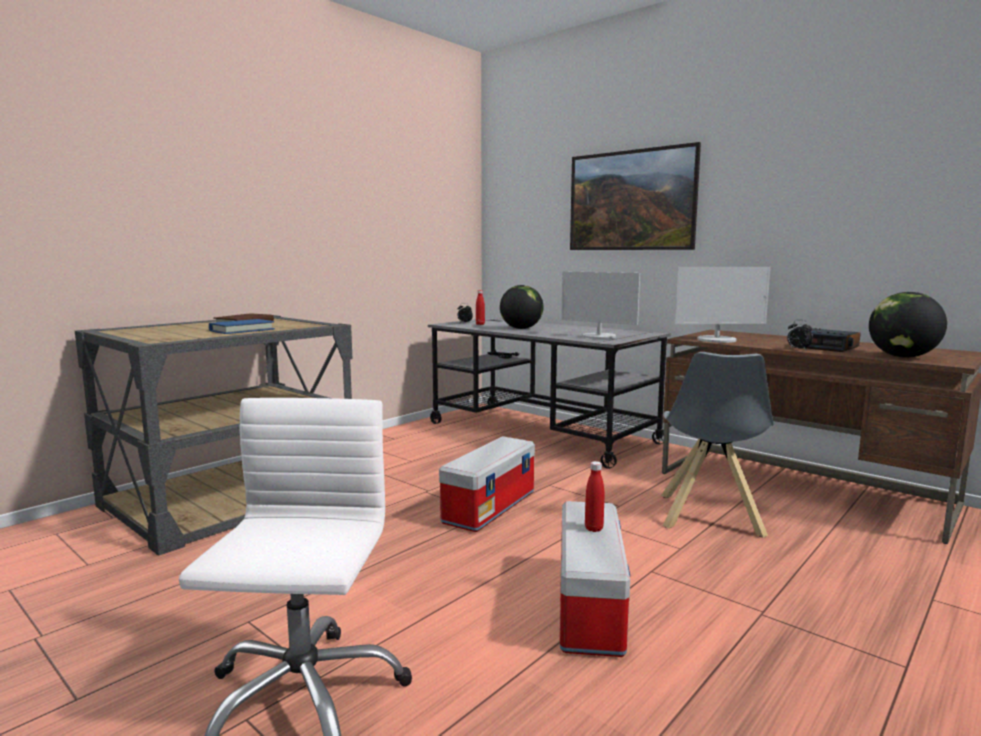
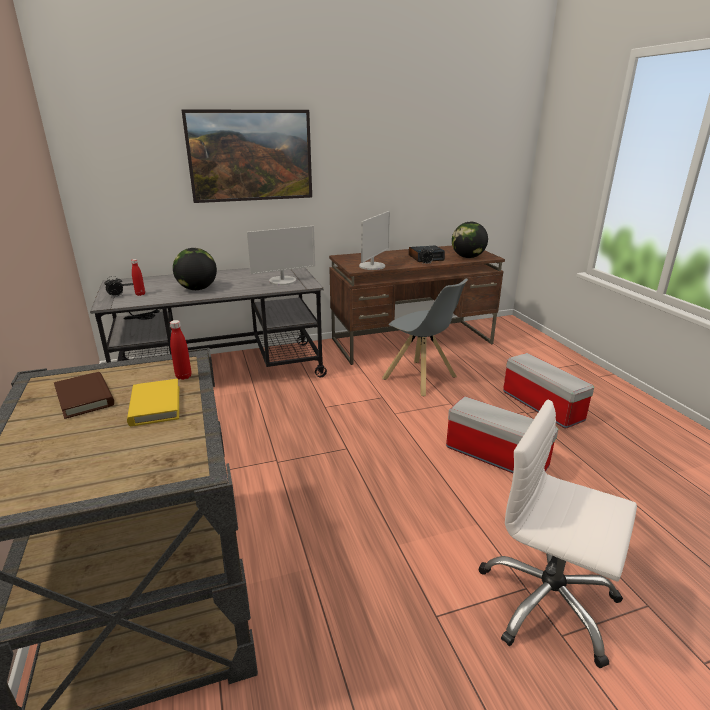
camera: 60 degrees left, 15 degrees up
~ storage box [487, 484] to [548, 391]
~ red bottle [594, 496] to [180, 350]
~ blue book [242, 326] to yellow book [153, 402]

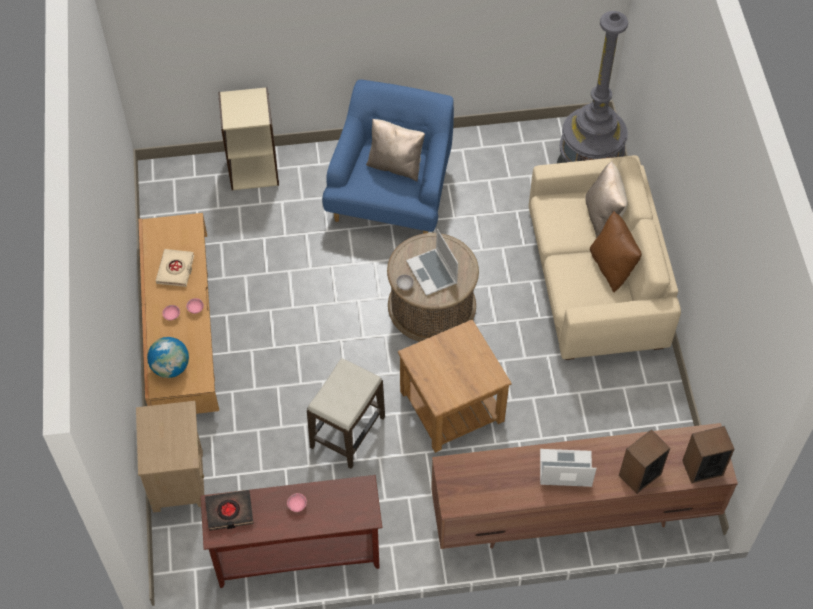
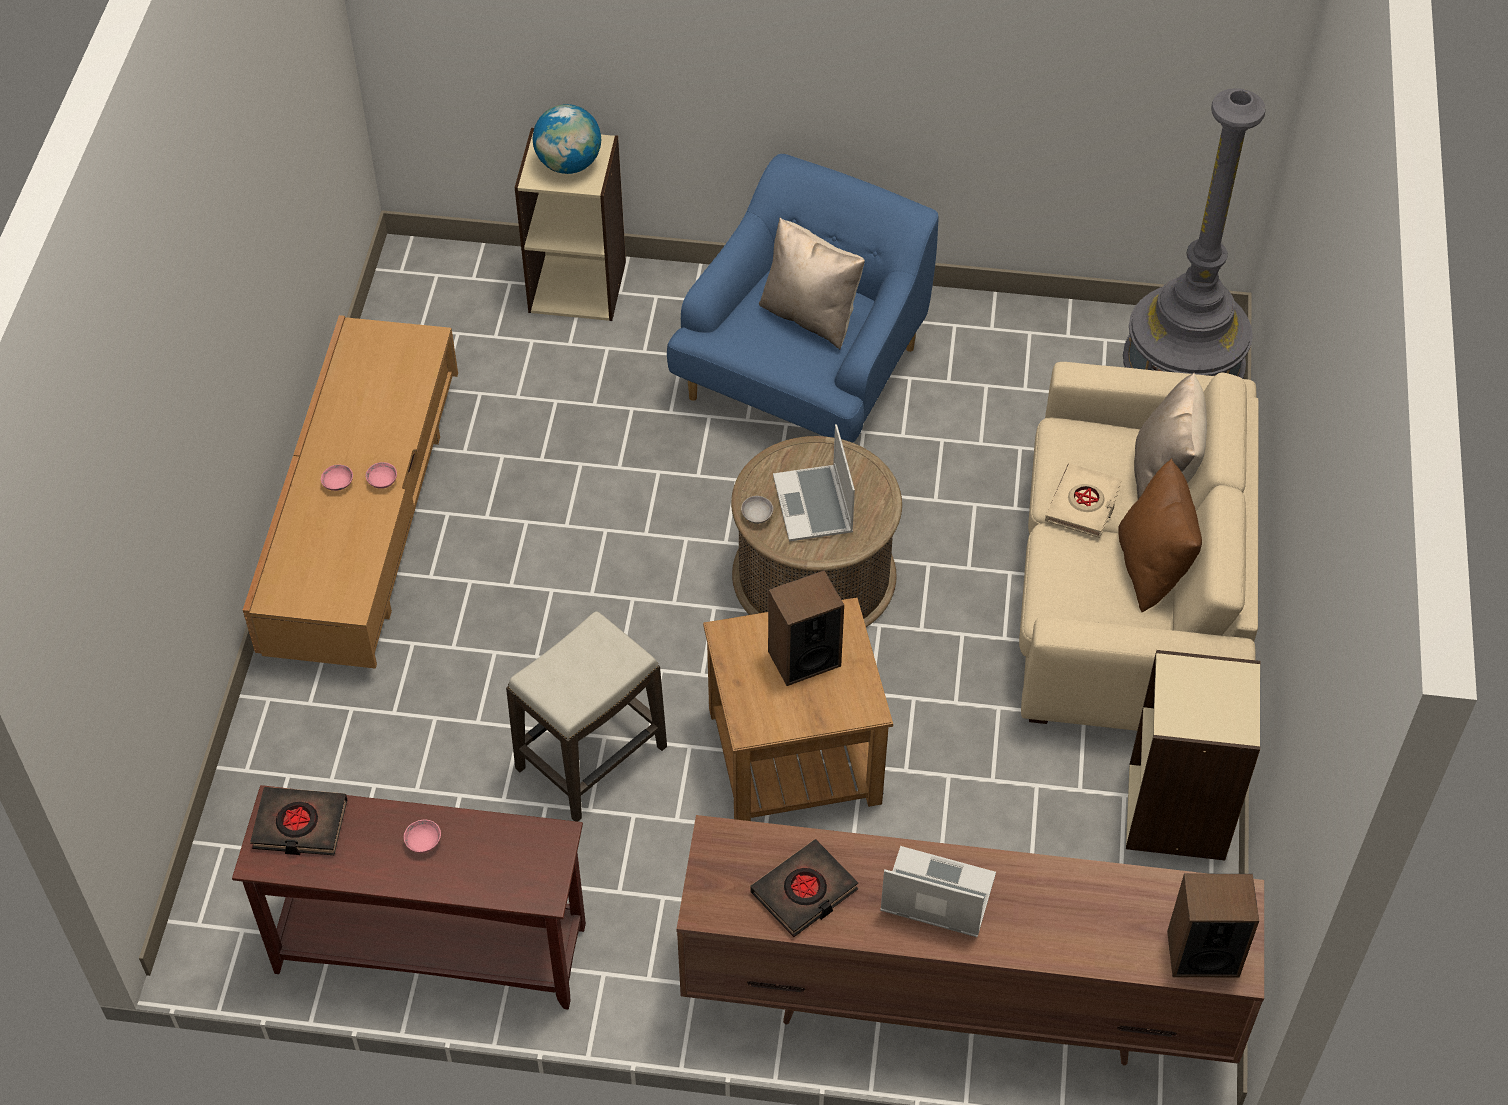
camera: 15 degrees right, 5 degrees down
- beige nightstand [170, 456]
+ black book [804, 888]
+ beige bookcase [1193, 755]
~ globe [168, 357] to [567, 139]
~ beige book [175, 268] to [1083, 500]
~ speaker [644, 461] to [806, 628]

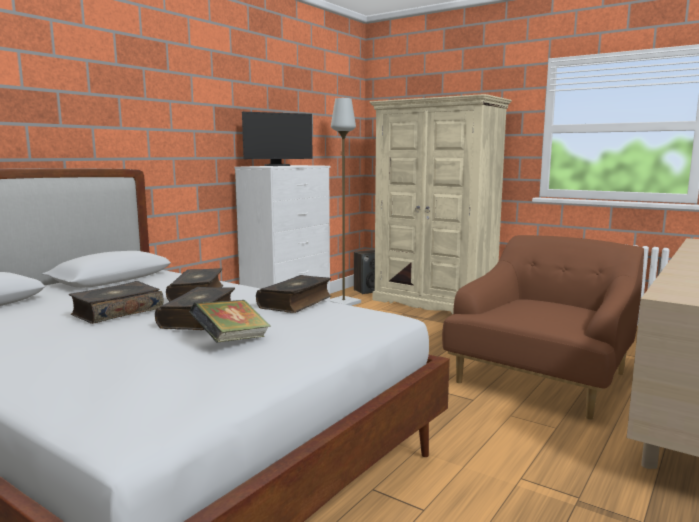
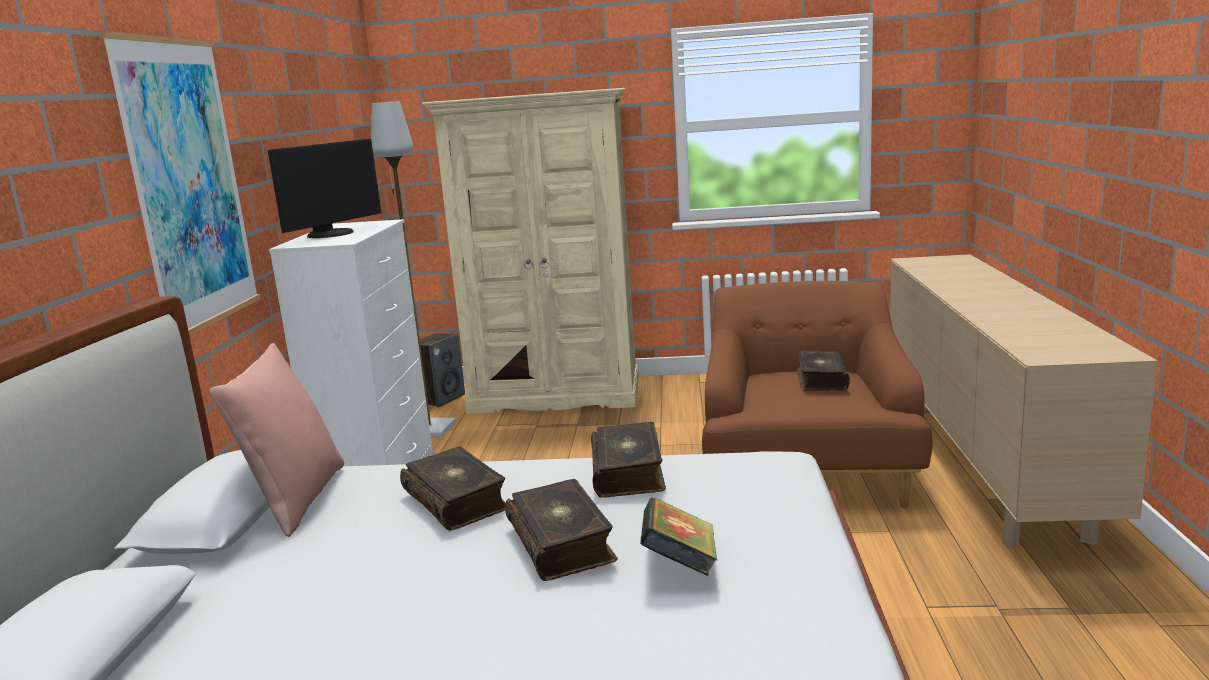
camera: 30 degrees left, 5 degrees up
+ picture [180, 183]
+ pink pillow [277, 440]
~ book [116, 302] to [823, 370]

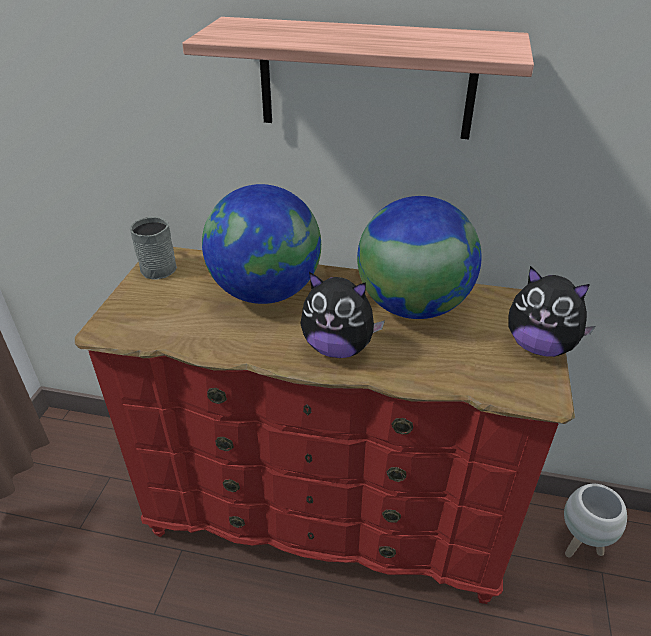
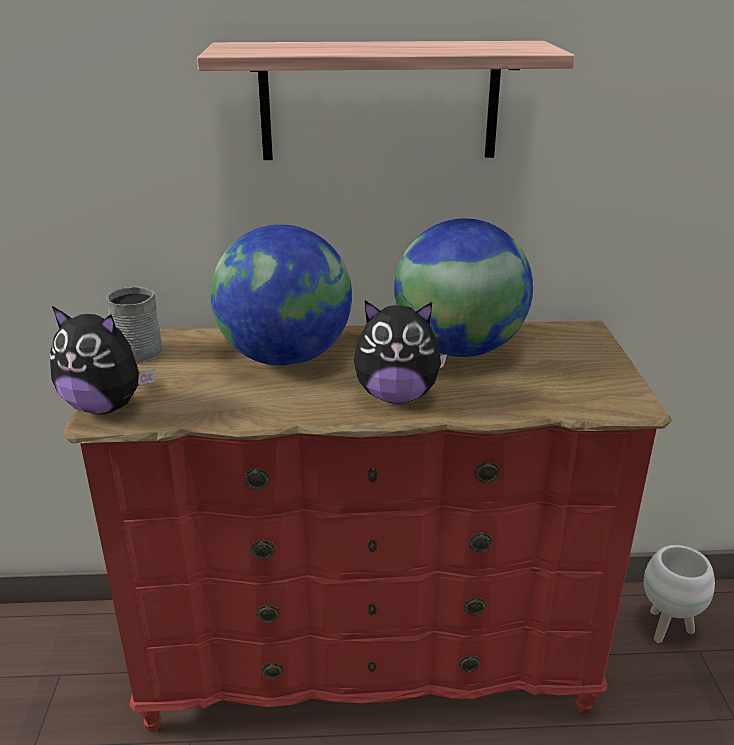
camera: 15 degrees left, 10 degrees down
~ plush toy [551, 311] to [102, 360]

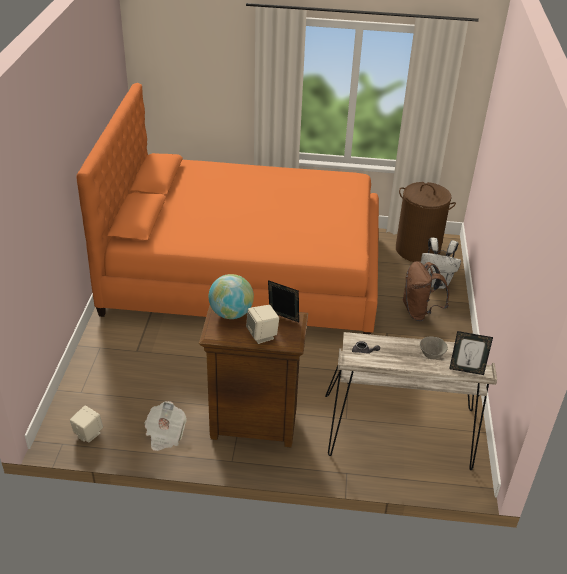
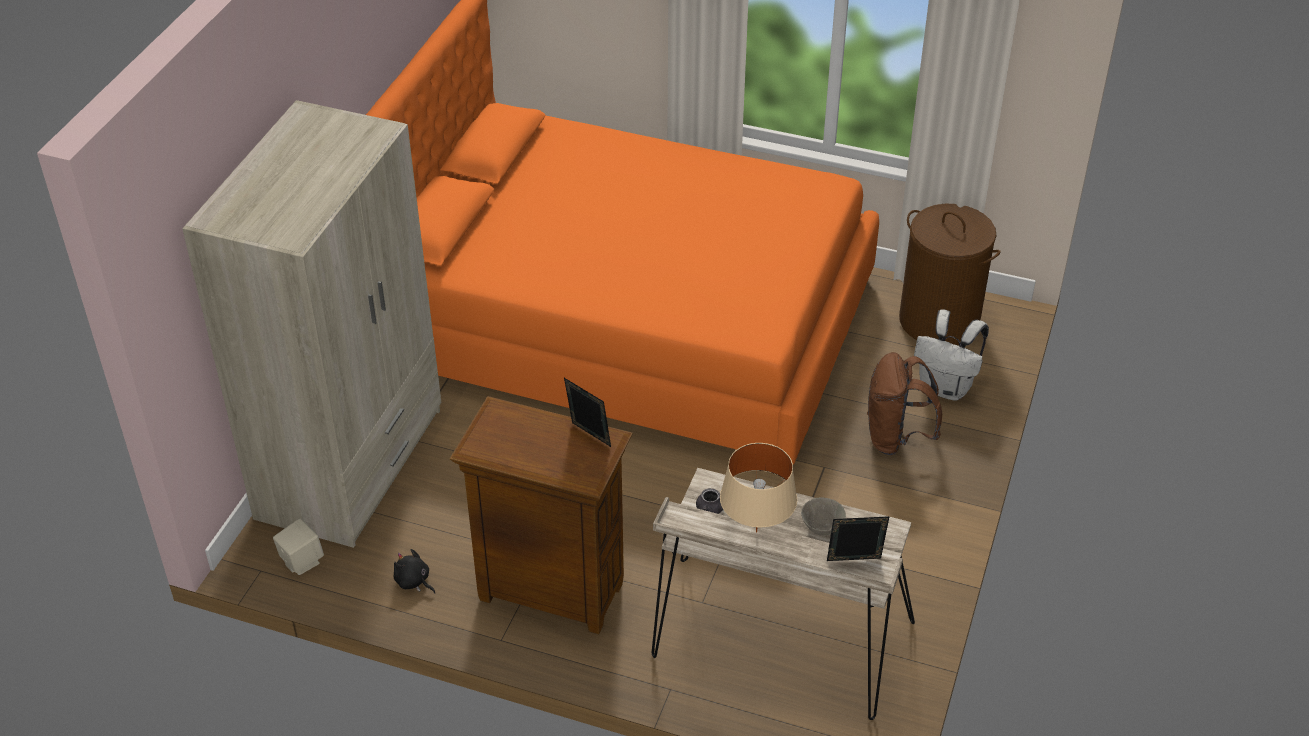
camera: 15 degrees right, 5 degrees up
- globe [231, 296]
- beige speaker [262, 324]
+ beige wardrobe [311, 324]
+ beige table lamp [758, 488]
~ newspaper [165, 426] to black plush toy [414, 571]
~ picture frame [471, 353] = [858, 538] 150 degrees clockwise

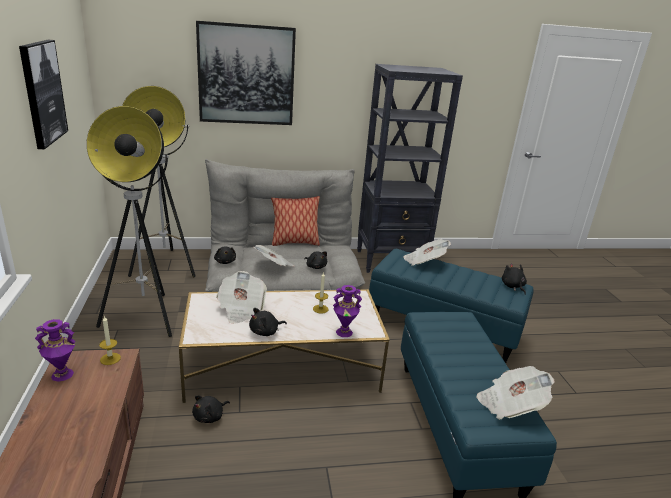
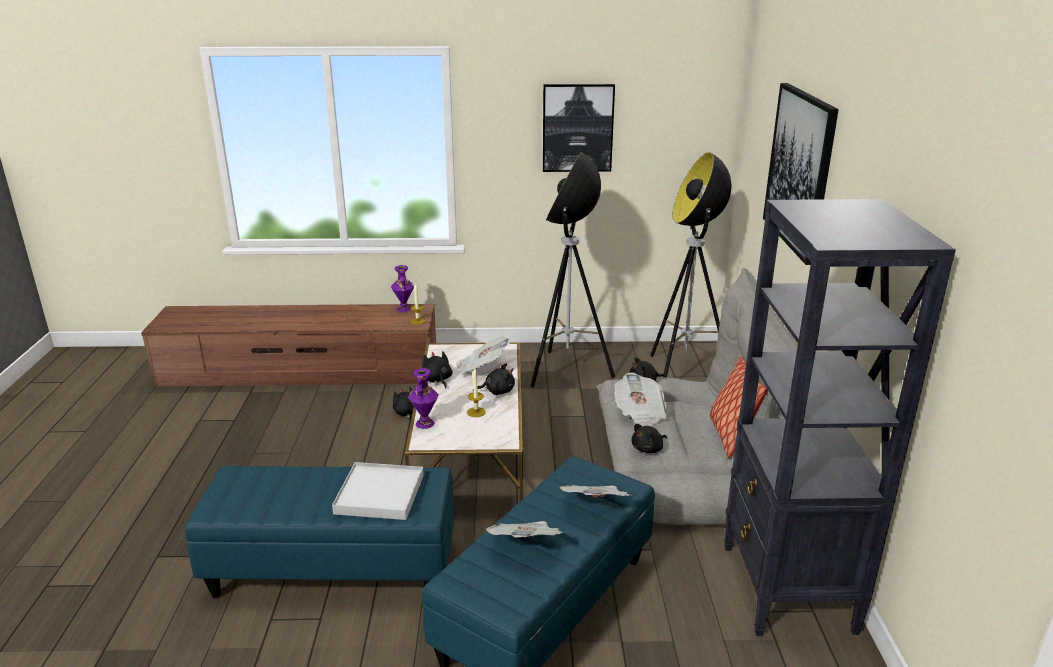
camera: 100 degrees right, 0 degrees up
+ white tray [378, 491]
~ newspaper [515, 393] to [525, 529]
~ black plush toy [514, 279] to [494, 379]

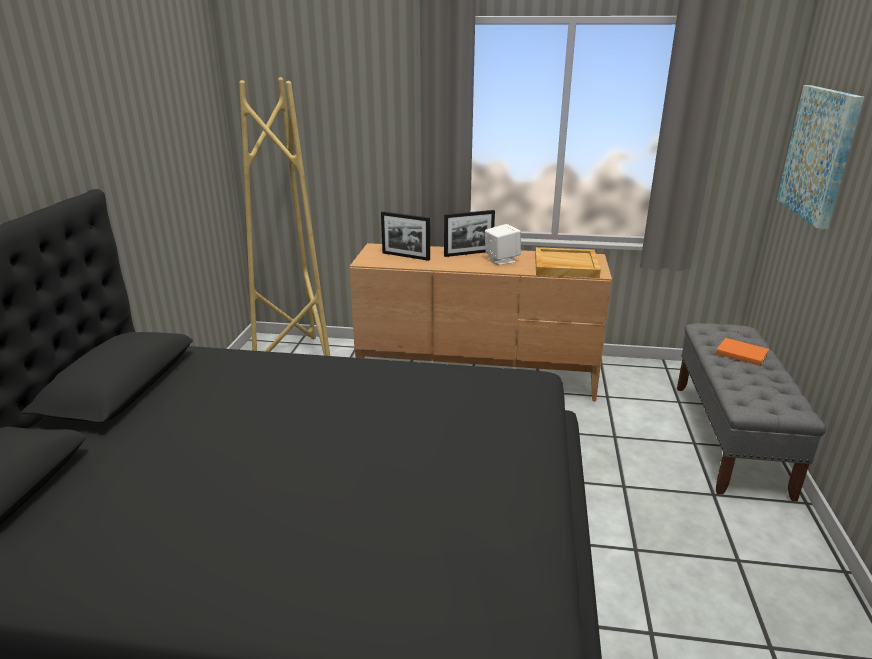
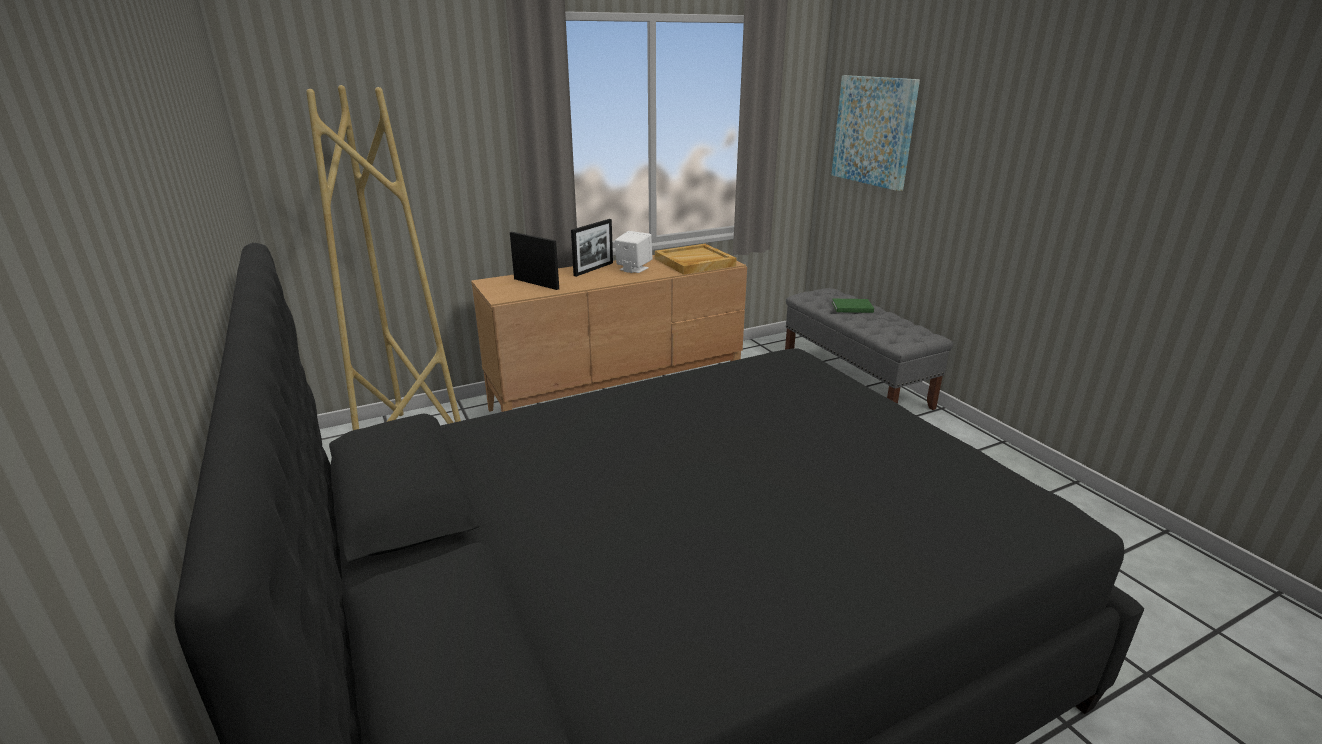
camera: 35 degrees left, 0 degrees up
~ orange book [742, 352] to green book [853, 306]
~ picture frame [405, 236] = [534, 261] 135 degrees counterclockwise

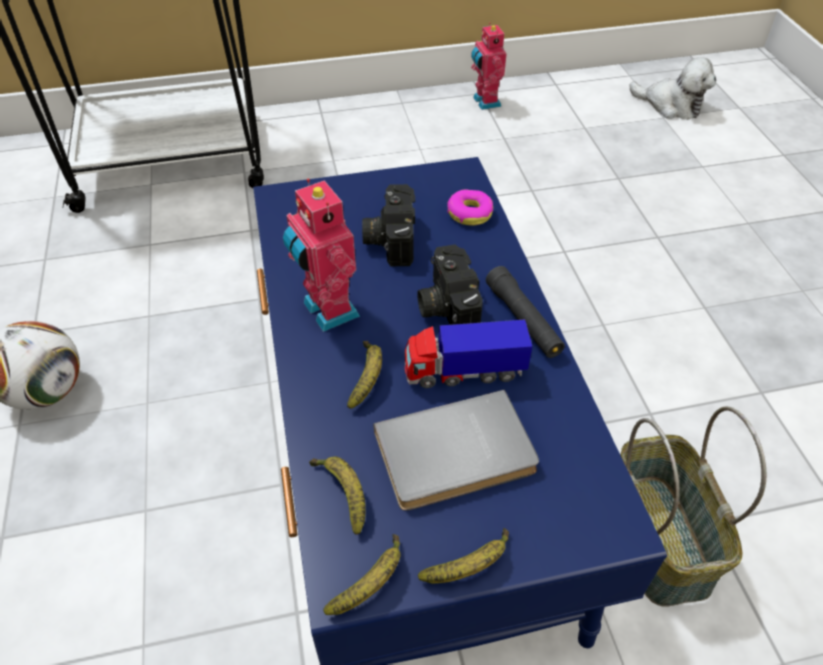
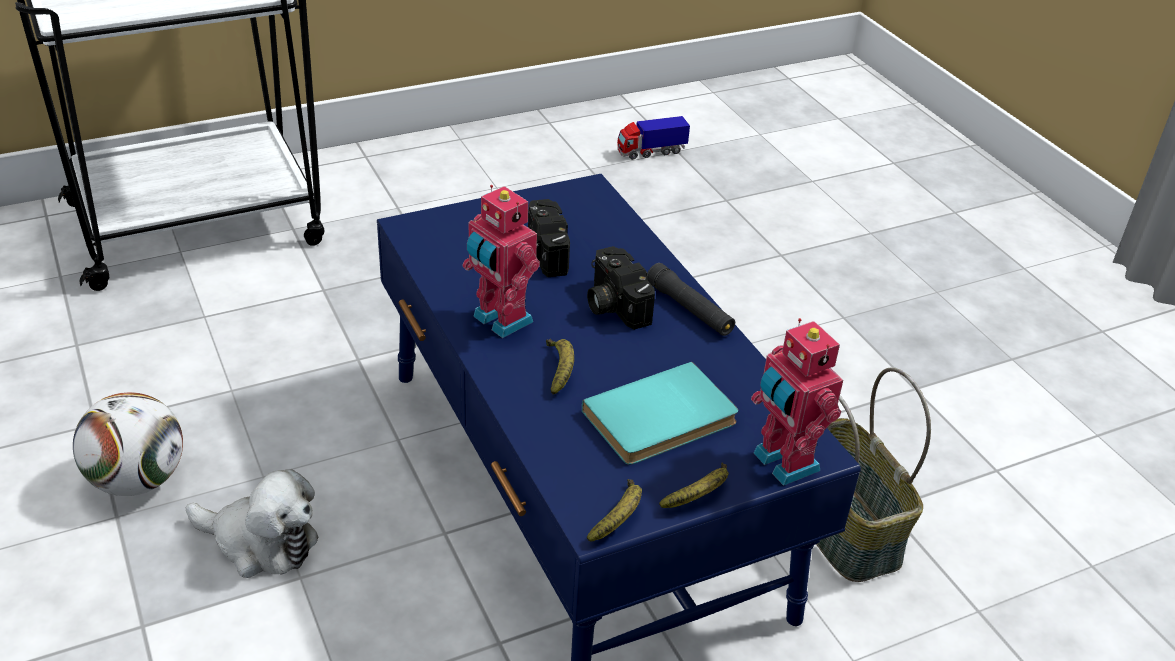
camera: 15 degrees left, 10 degrees down
- banana [337, 496]
- donut [470, 207]
~ toy truck [468, 353] to [653, 138]
~ toy robot [489, 66] to [797, 402]
~ plush toy [672, 88] to [252, 523]
~ grey book [456, 450] to turquoise book [660, 413]

